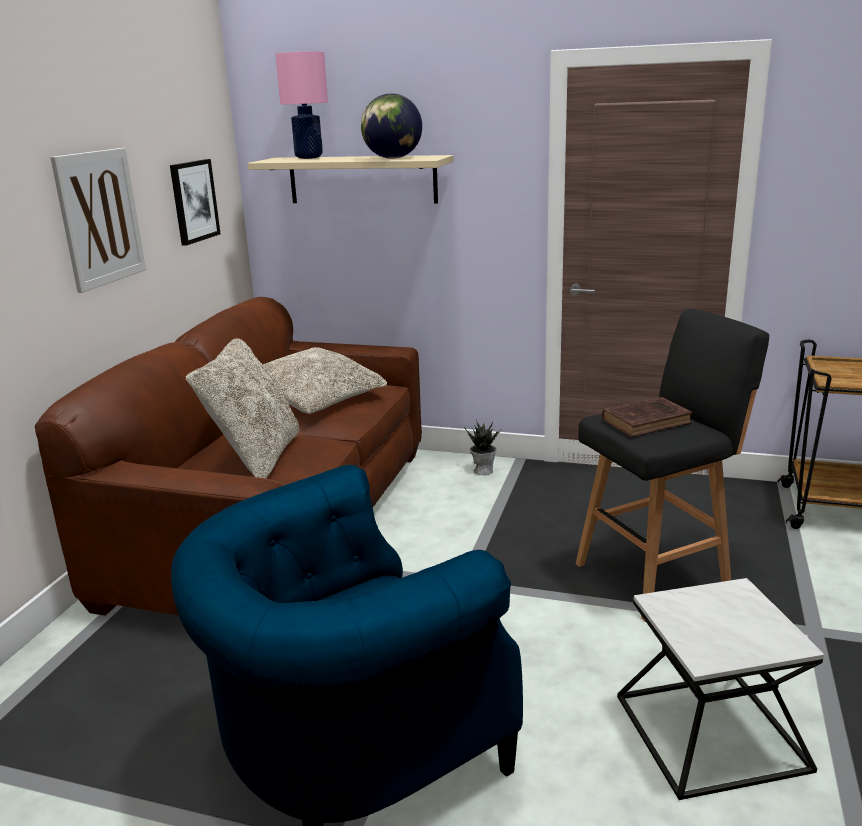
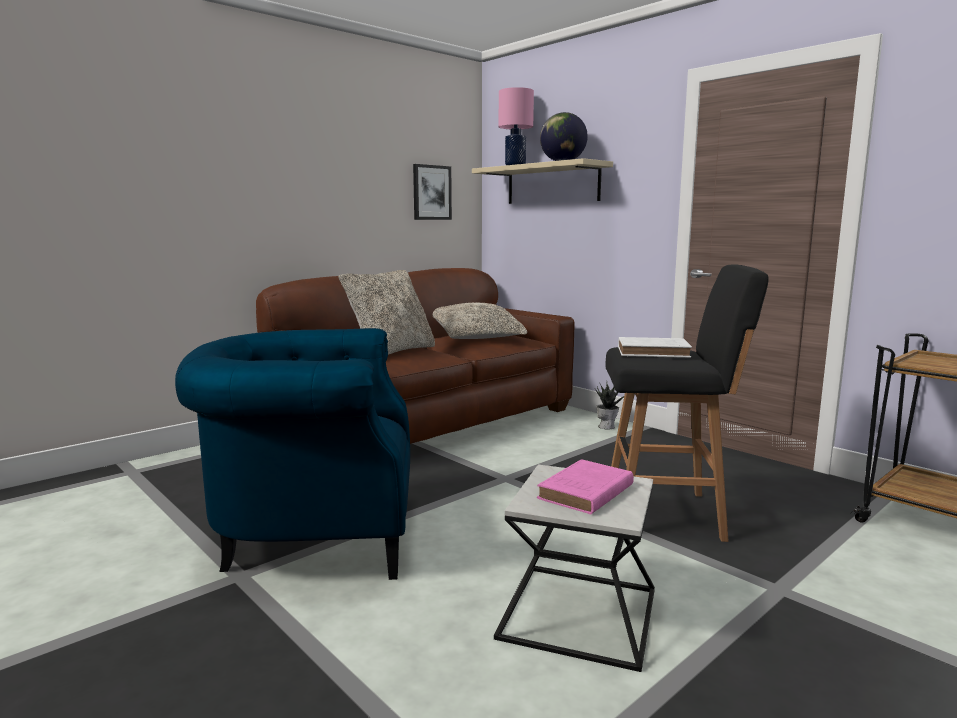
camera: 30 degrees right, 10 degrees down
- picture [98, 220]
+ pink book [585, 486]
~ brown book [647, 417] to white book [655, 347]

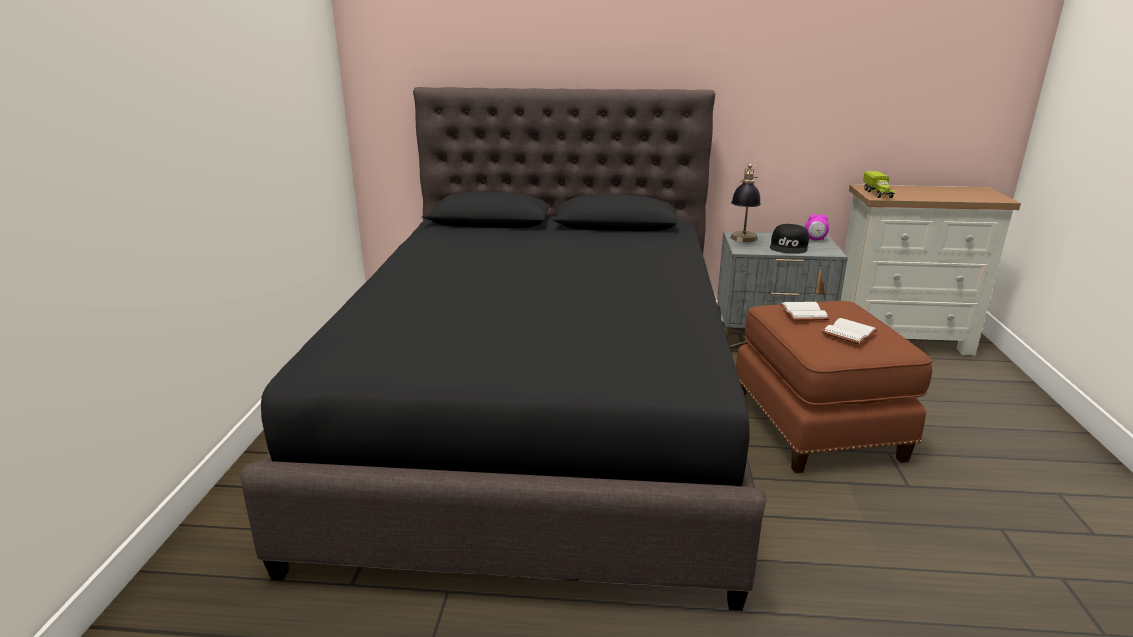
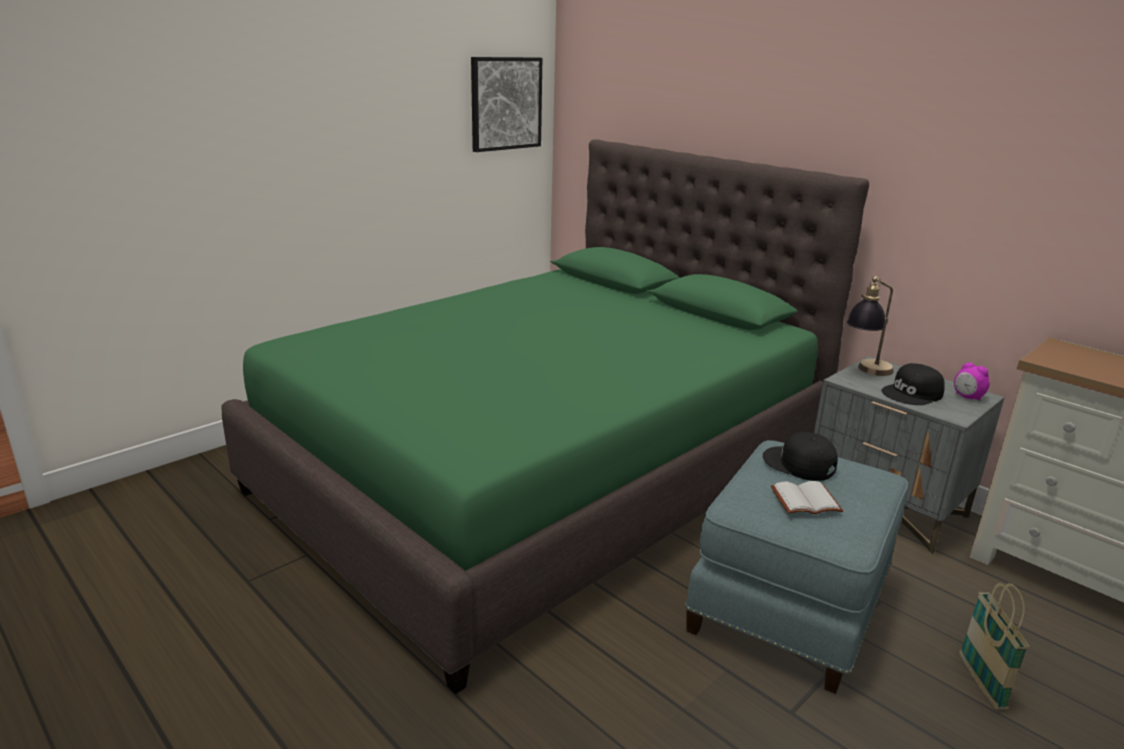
camera: 40 degrees right, 0 degrees up
- toy truck [879, 184]
+ picture [506, 104]
+ basket [994, 646]
~ white book [805, 311] to black cap [800, 456]
~ black bed [503, 349] to green bed [545, 416]
~ brown ottoman [834, 387] to blue ottoman [796, 567]

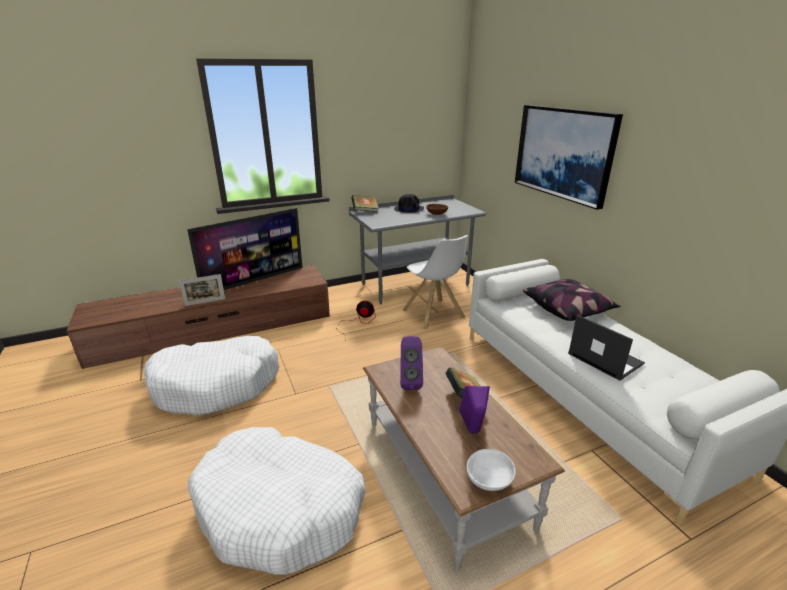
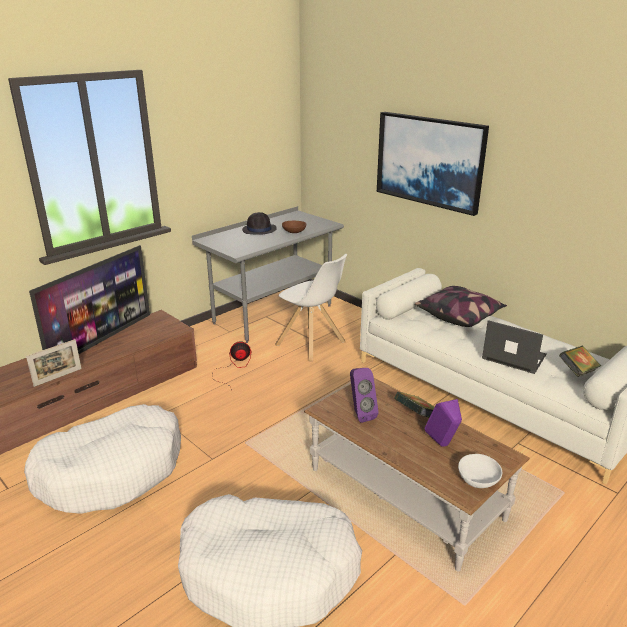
camera: 20 degrees left, 0 degrees up
~ book [365, 203] to [580, 361]

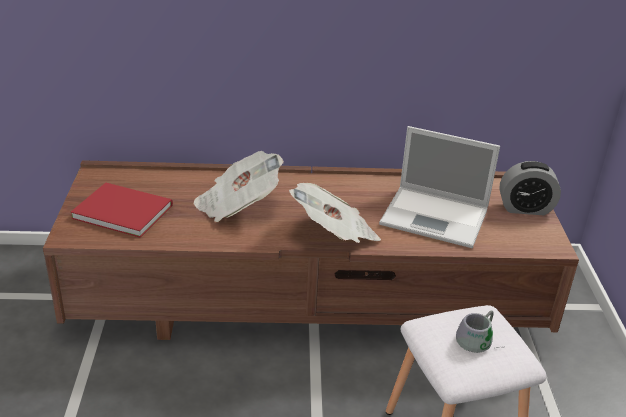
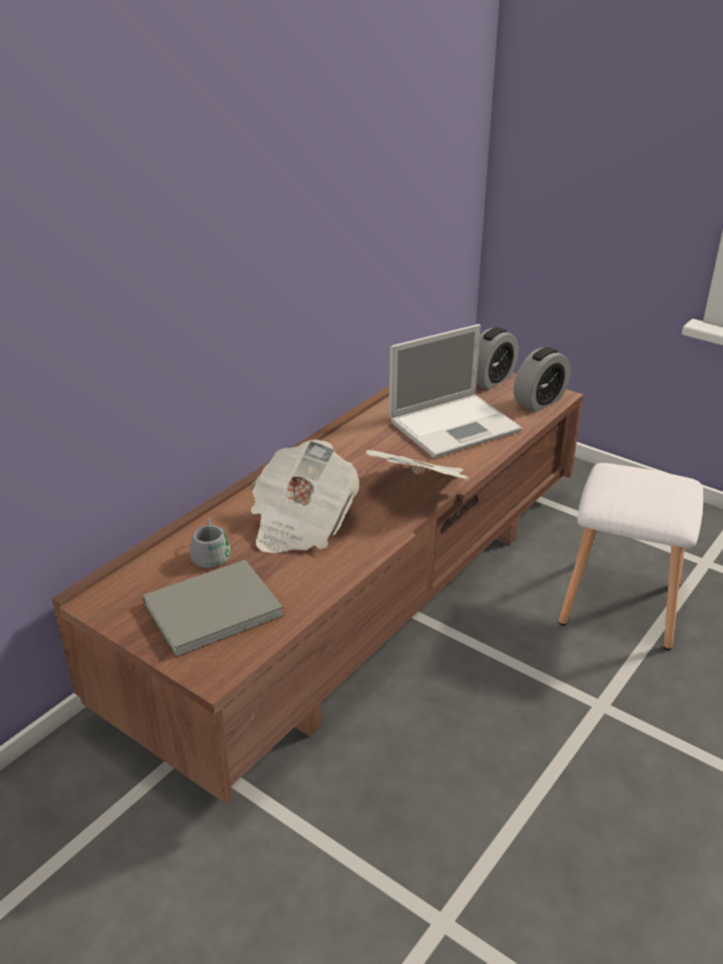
camera: 50 degrees left, 0 degrees up
+ alarm clock [542, 379]
~ grey mug [480, 331] to [215, 543]
~ red book [122, 210] to grey book [212, 608]

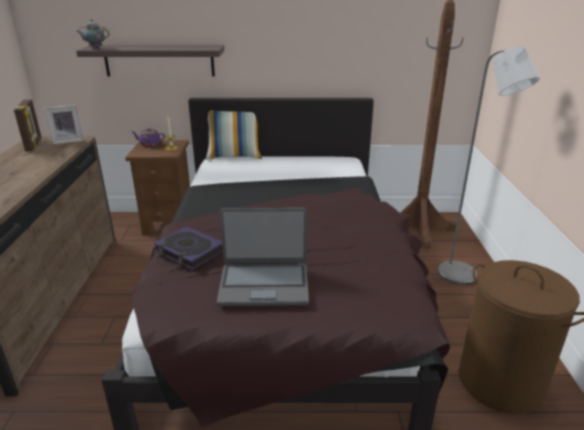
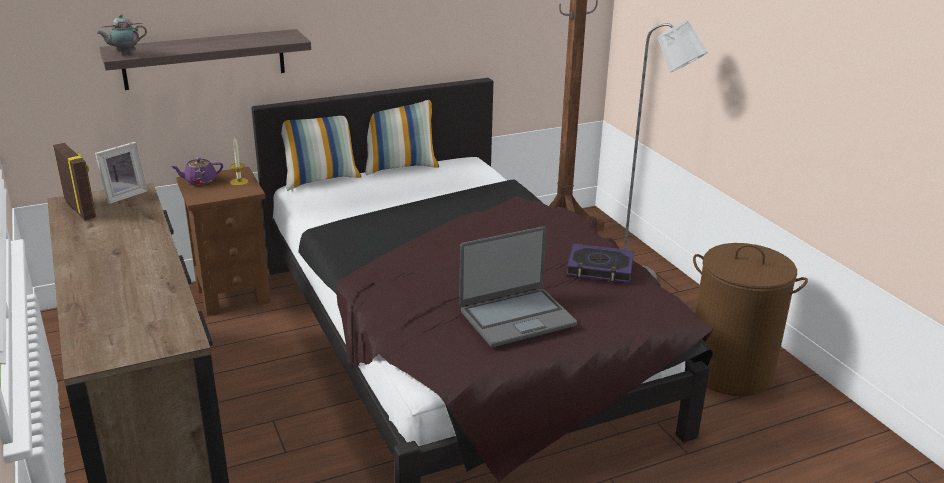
camera: 25 degrees left, 0 degrees up
+ pillow [402, 137]
~ book [188, 248] to [600, 263]

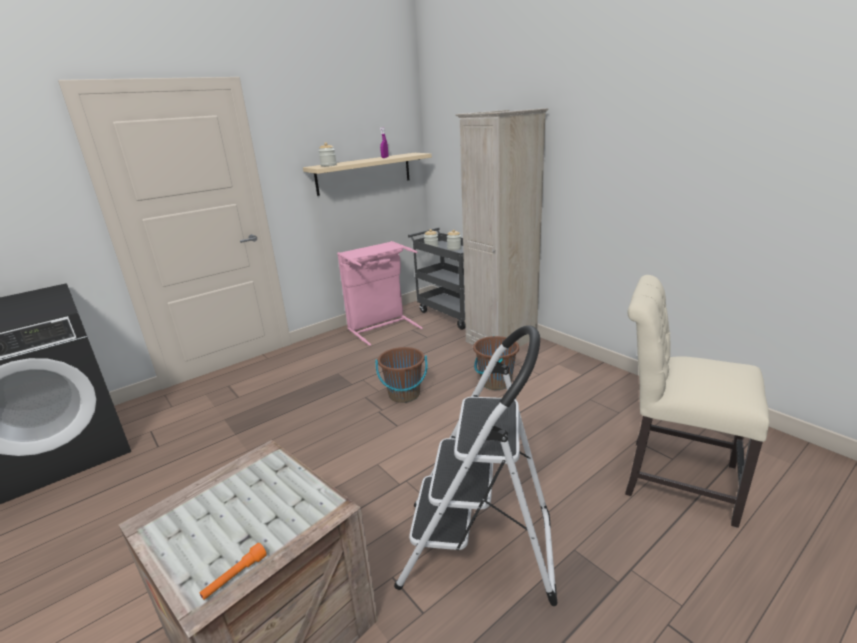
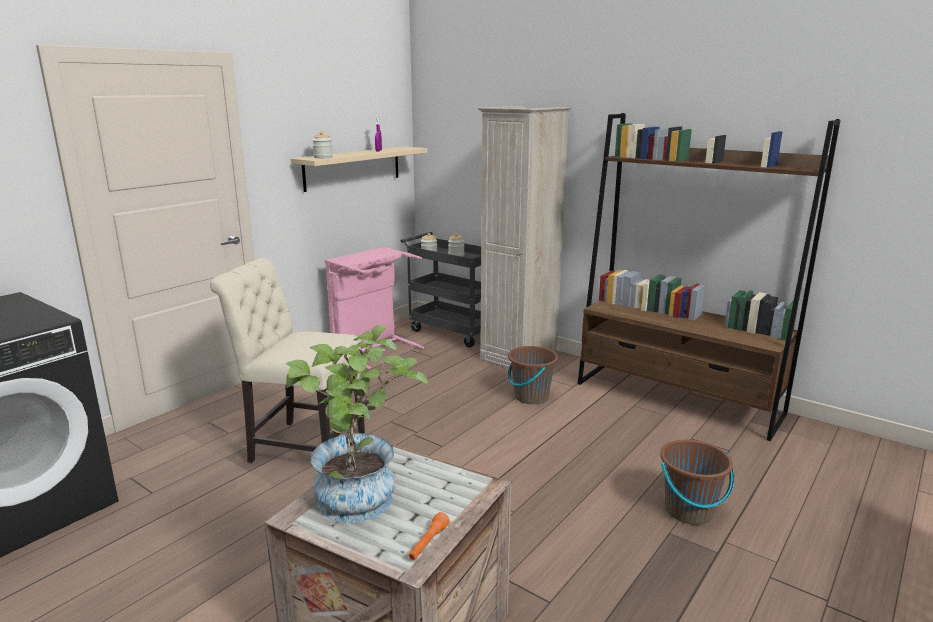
camera: 15 degrees left, 5 degrees down
- step ladder [475, 465]
+ potted plant [356, 424]
+ brown bookcase [709, 277]
~ brown bucket [401, 375] to [697, 482]
~ beige chair [697, 401] to [287, 360]

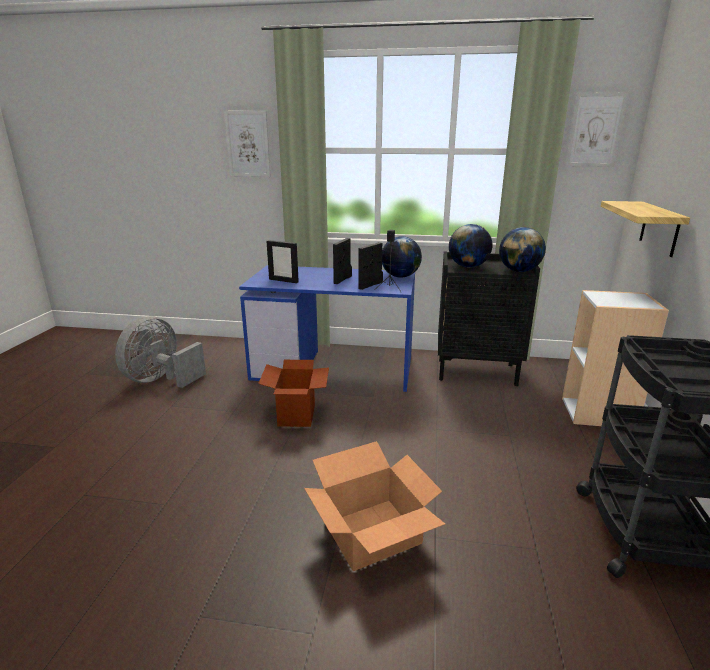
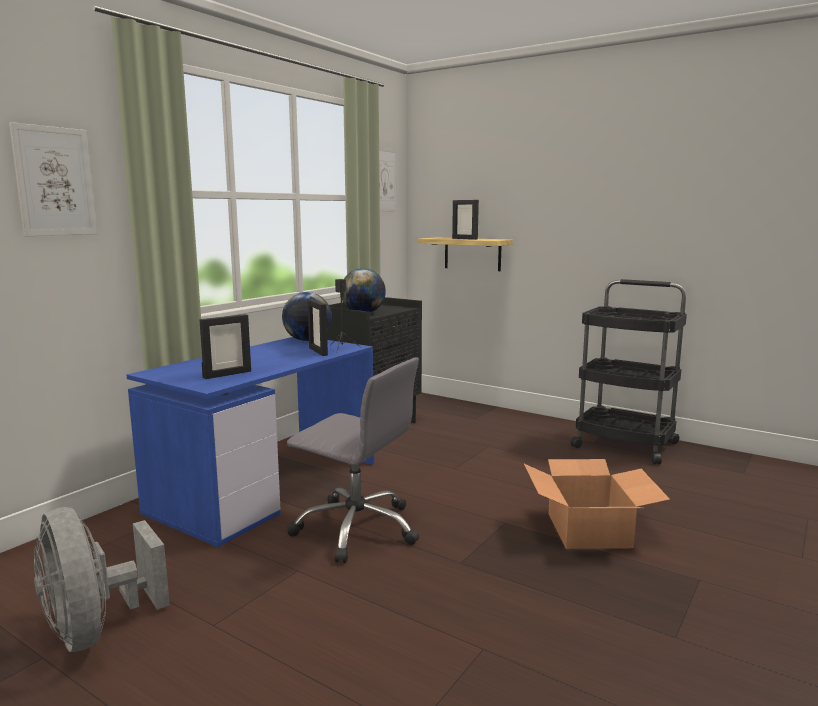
camera: 65 degrees left, 10 degrees down
- globe [522, 249]
- bookcase [615, 358]
~ picture frame [342, 261] to [465, 220]
~ cardboard box [293, 393] to grey office chair [353, 460]

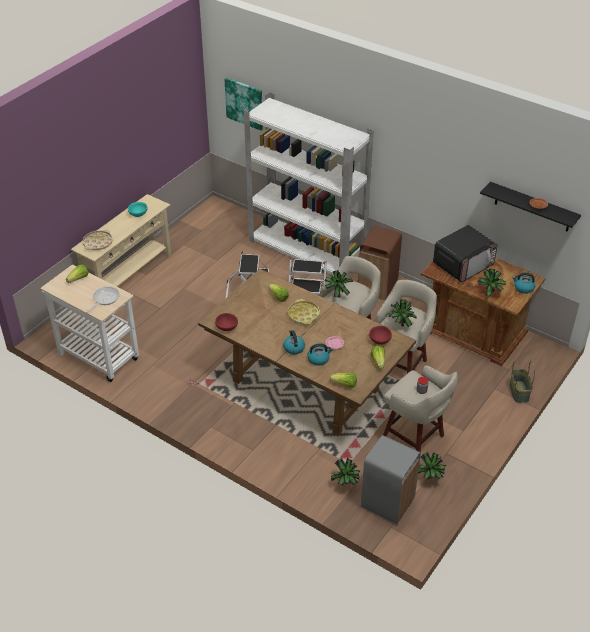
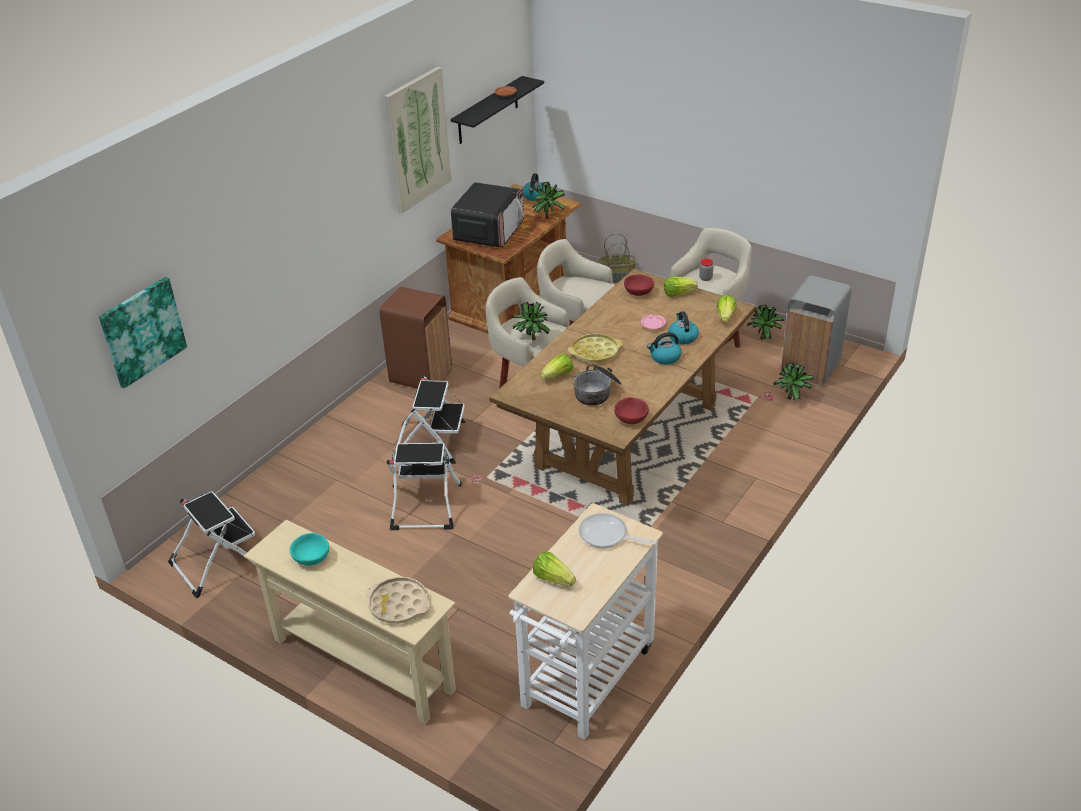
camera: 90 degrees left, 5 degrees down
- white bookcase [309, 183]
- potted plant [402, 313]
+ step ladder [212, 545]
+ picture [418, 139]
+ cooking pot [597, 385]
~ microwave [465, 253] = [488, 215] 60 degrees clockwise

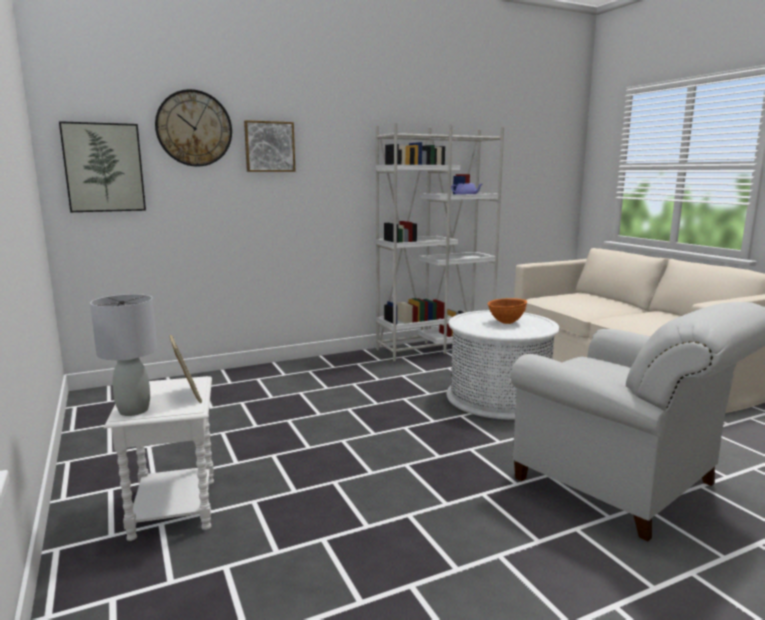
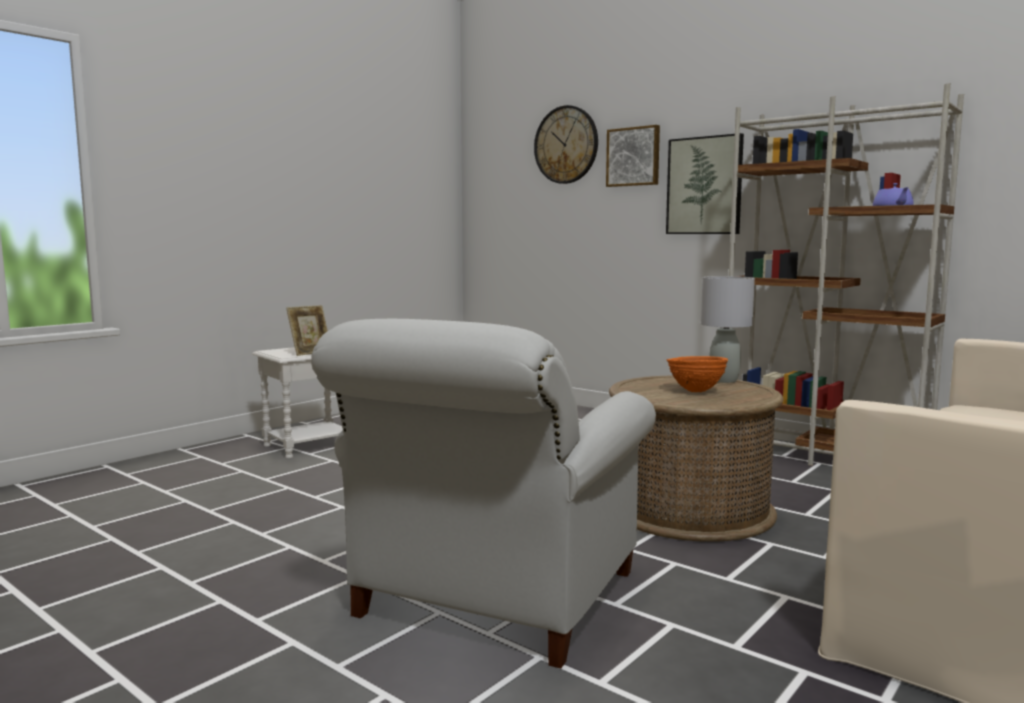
camera: 65 degrees right, 5 degrees down
~ picture [102, 166] to [705, 183]
~ grey table lamp [123, 355] to [728, 329]
~ white bookcase [440, 242] to brown bookcase [843, 275]
~ white coffee table [503, 364] to brown coffee table [696, 459]

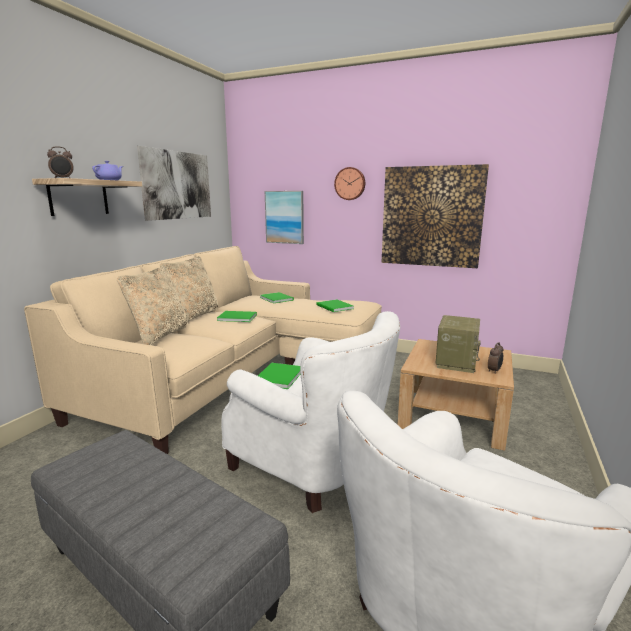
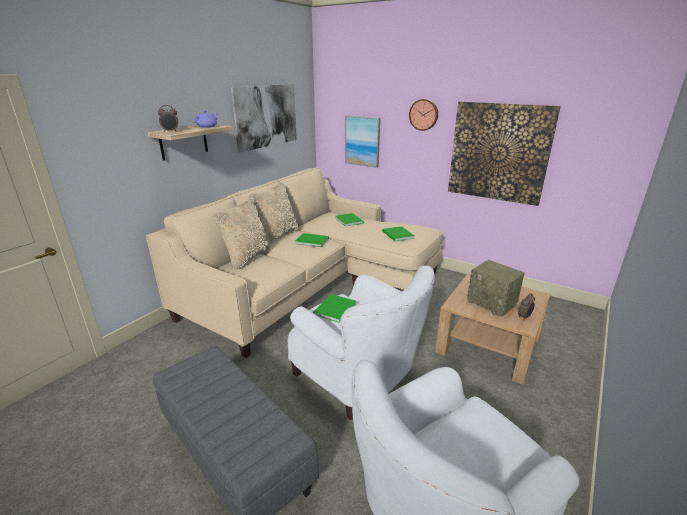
camera: 10 degrees right, 10 degrees up
~ radio [458, 344] = [496, 288] 105 degrees clockwise

